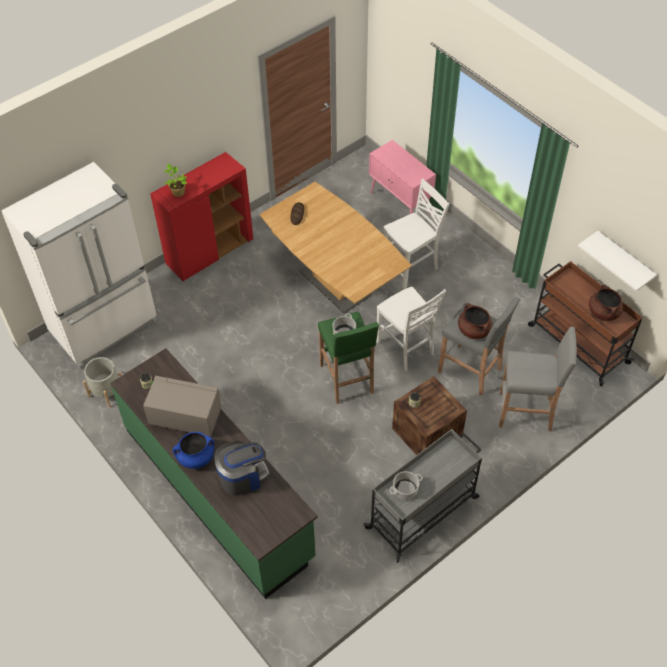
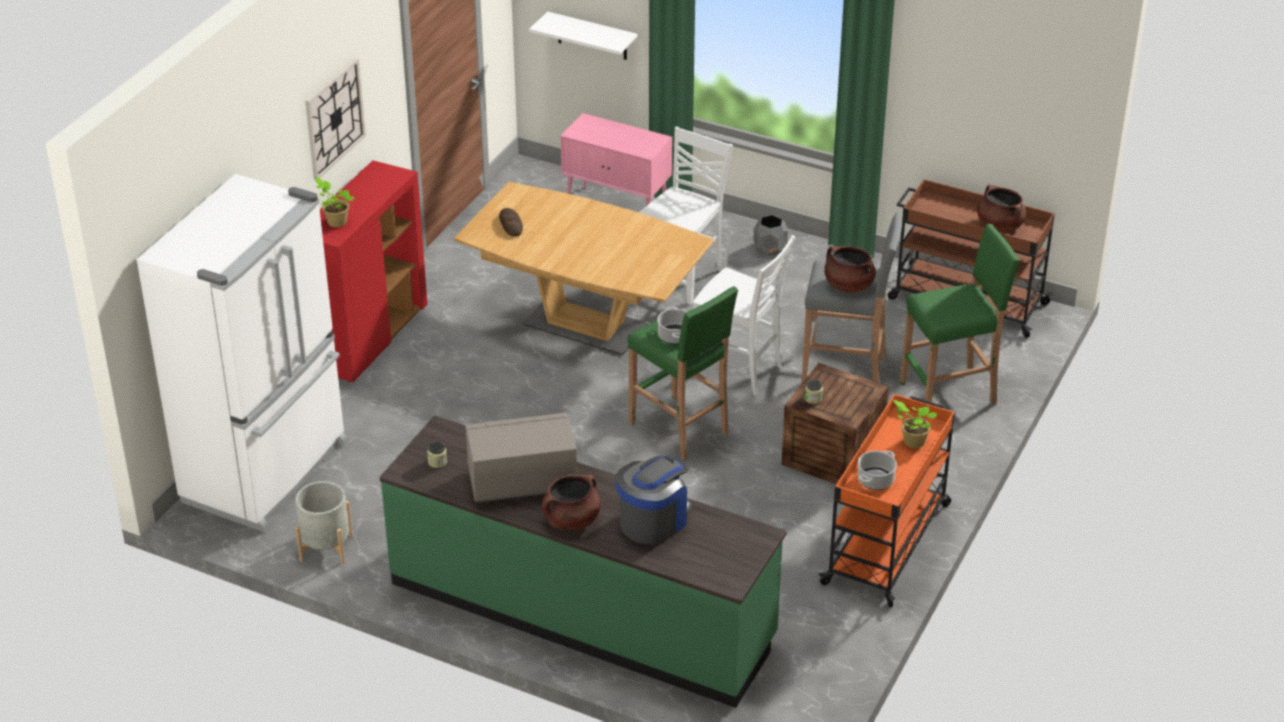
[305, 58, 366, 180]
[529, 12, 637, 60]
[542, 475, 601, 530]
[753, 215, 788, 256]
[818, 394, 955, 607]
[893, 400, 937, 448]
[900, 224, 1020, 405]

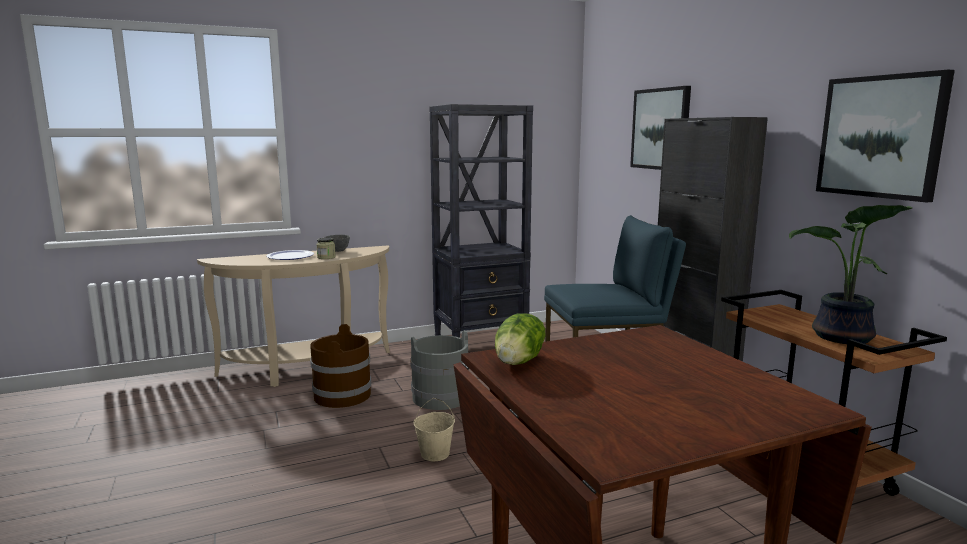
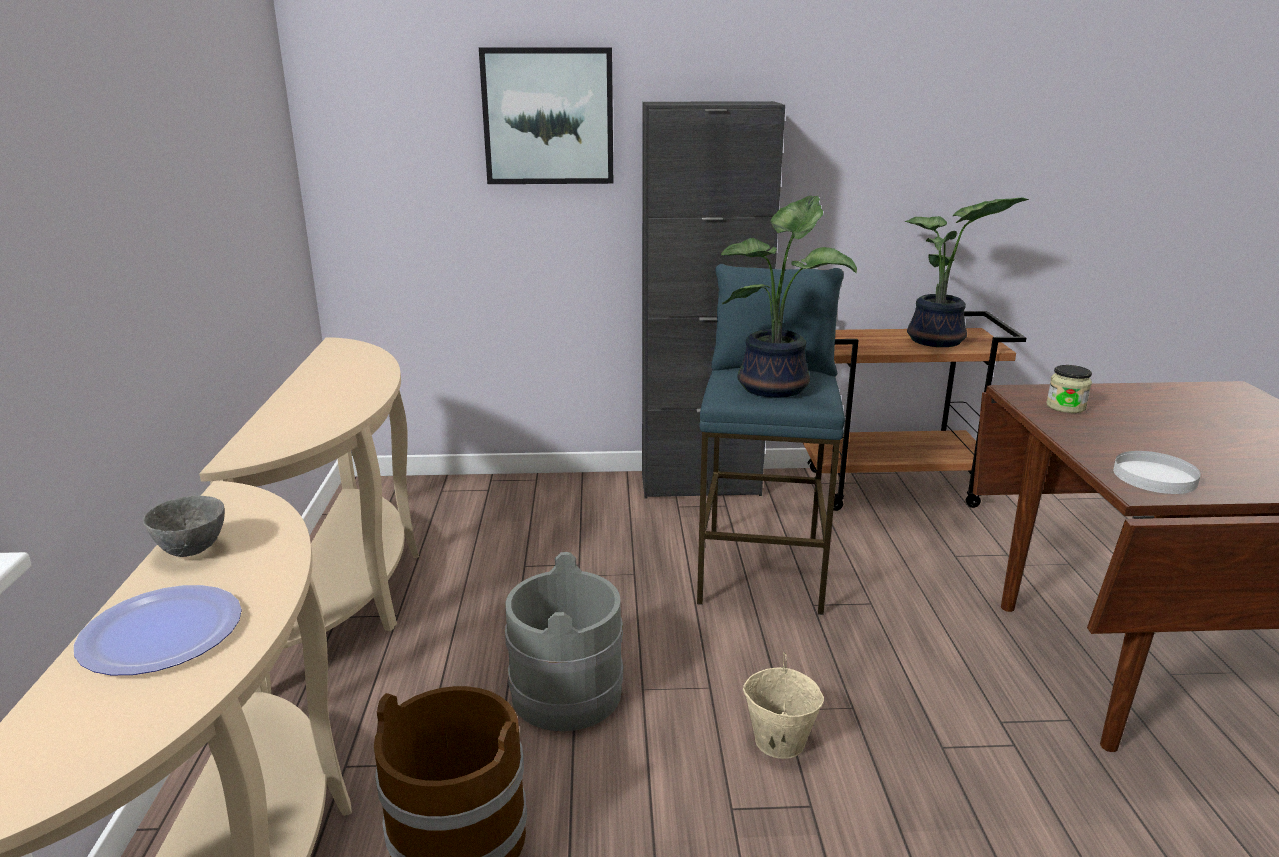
[199, 337, 419, 694]
[721, 195, 857, 398]
[1046, 365, 1092, 413]
[1113, 451, 1201, 494]
[816, 70, 955, 202] (first image)

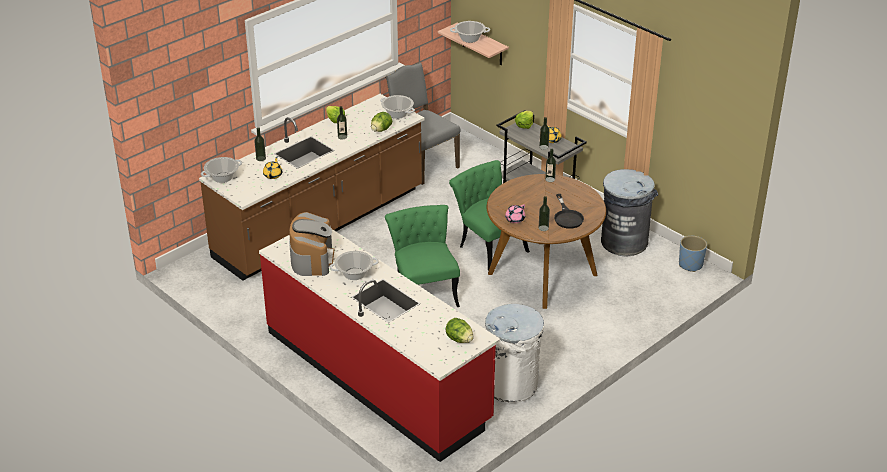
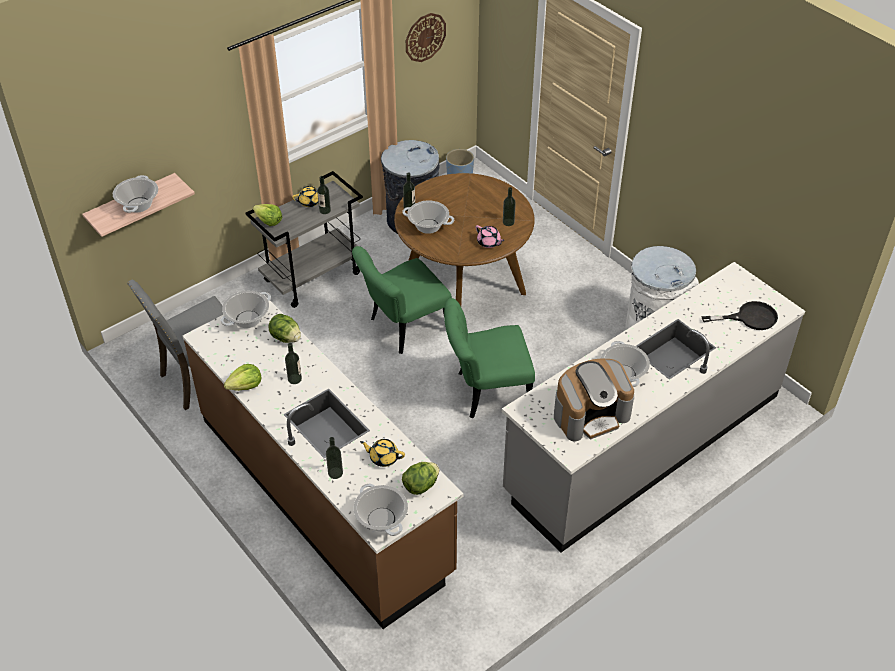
[402, 201, 454, 234]
[402, 462, 439, 495]
[406, 13, 446, 62]
[502, 262, 805, 552]
[554, 358, 634, 441]
[702, 301, 778, 330]

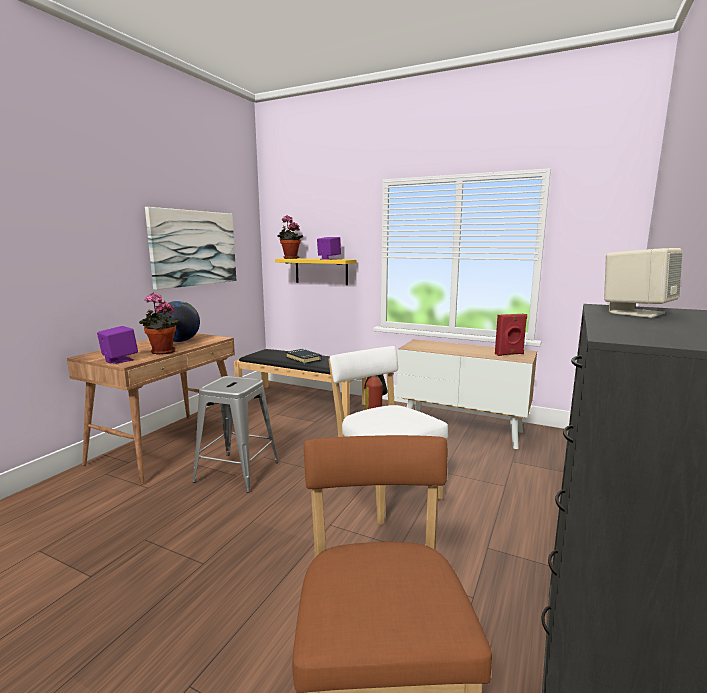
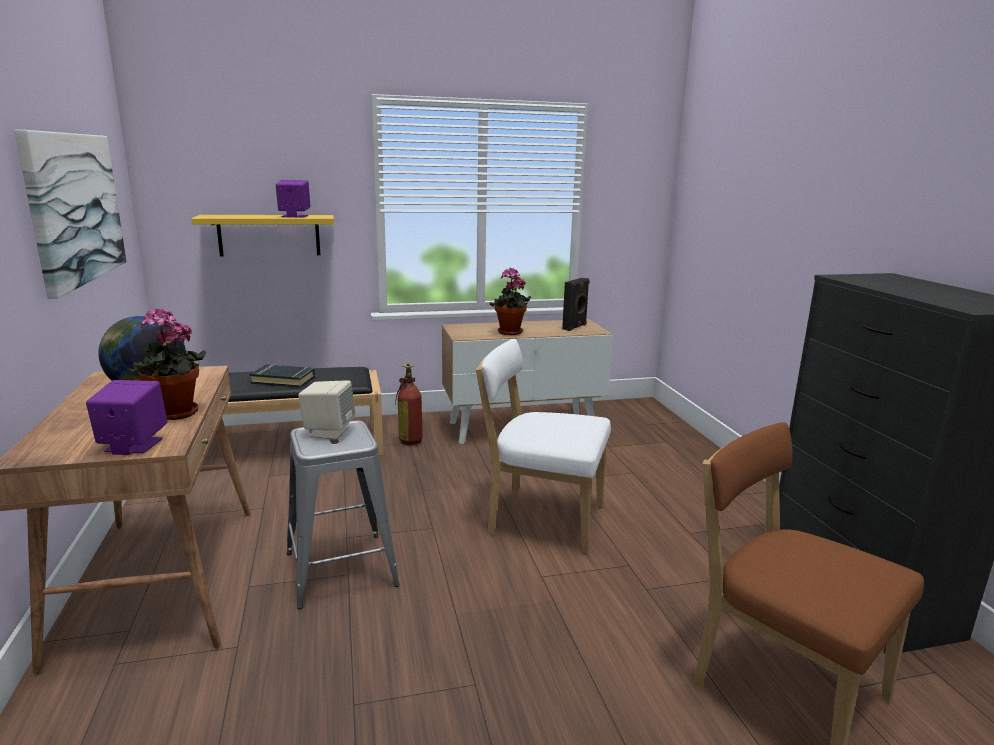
[298, 381, 356, 440]
[490, 267, 531, 335]
[562, 278, 589, 331]

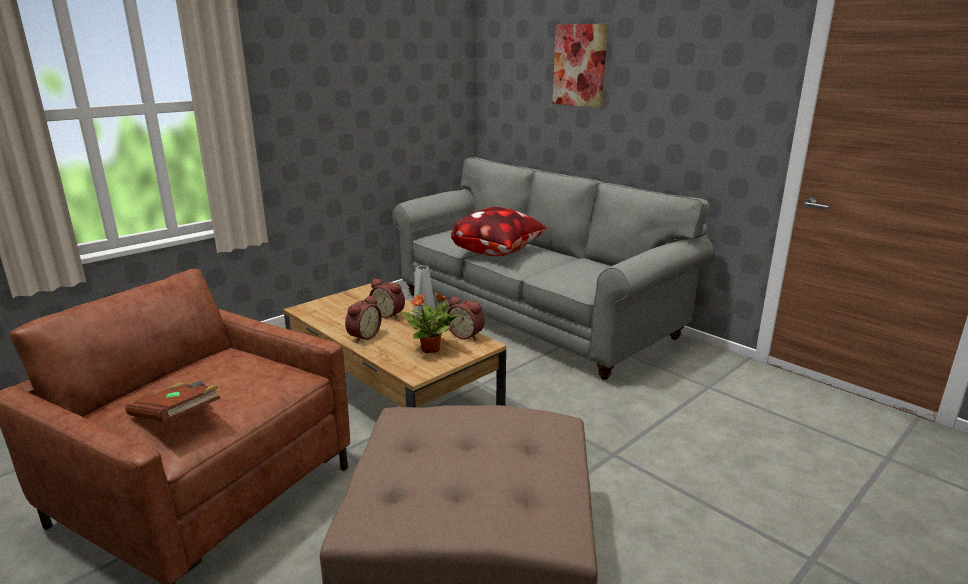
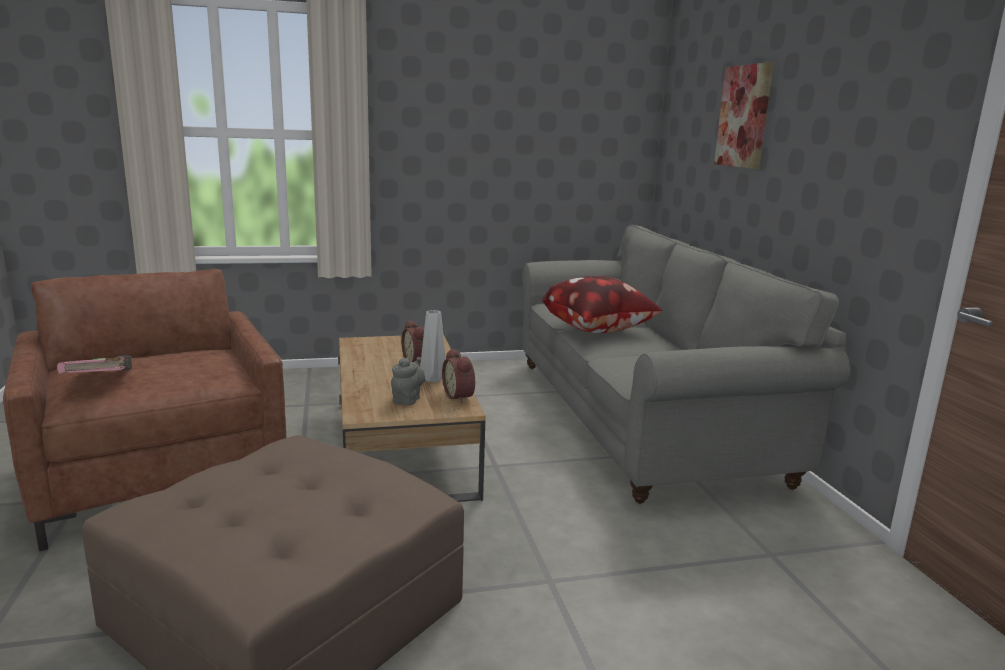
[57, 355, 132, 373]
[391, 357, 425, 406]
[345, 295, 382, 343] (first image)

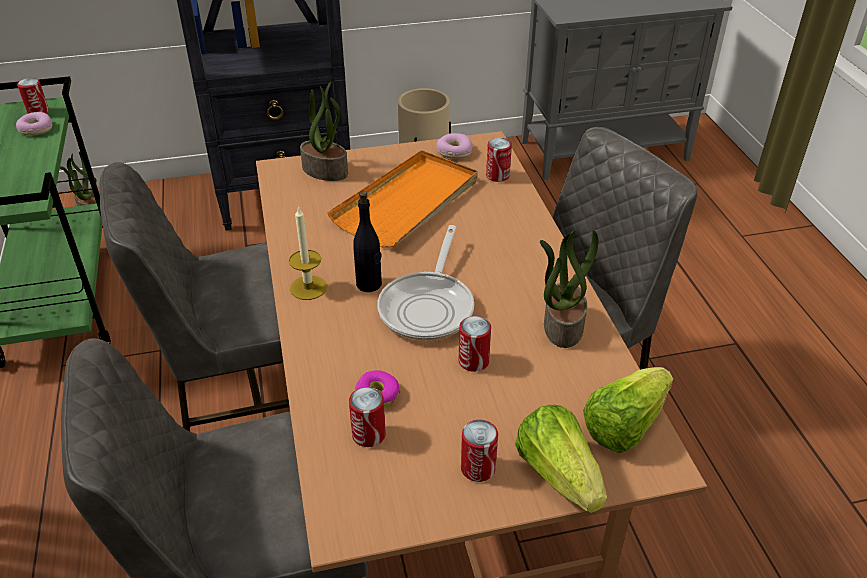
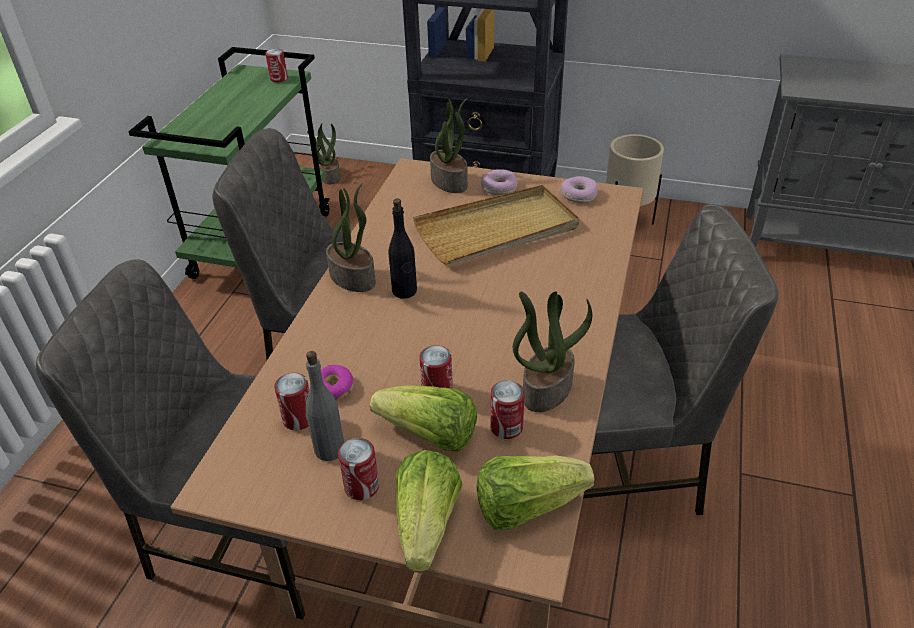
[306, 351, 344, 461]
[326, 183, 376, 292]
[370, 385, 477, 452]
[413, 185, 579, 265]
[481, 169, 518, 195]
[490, 380, 525, 439]
[378, 225, 474, 341] (first image)

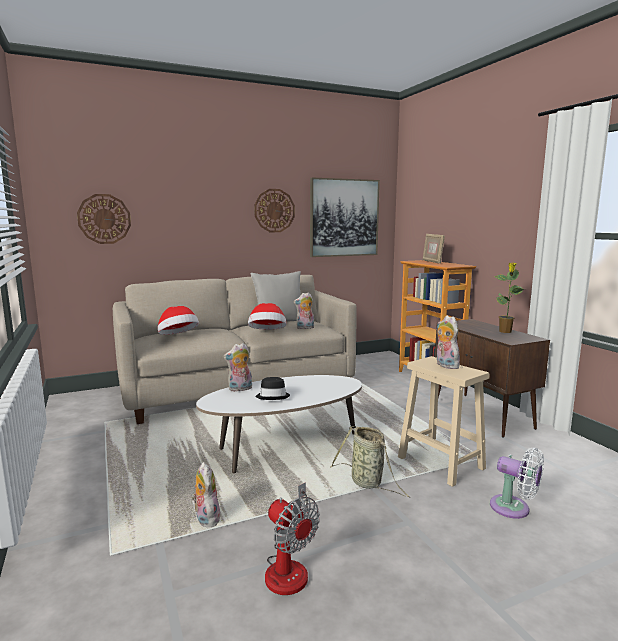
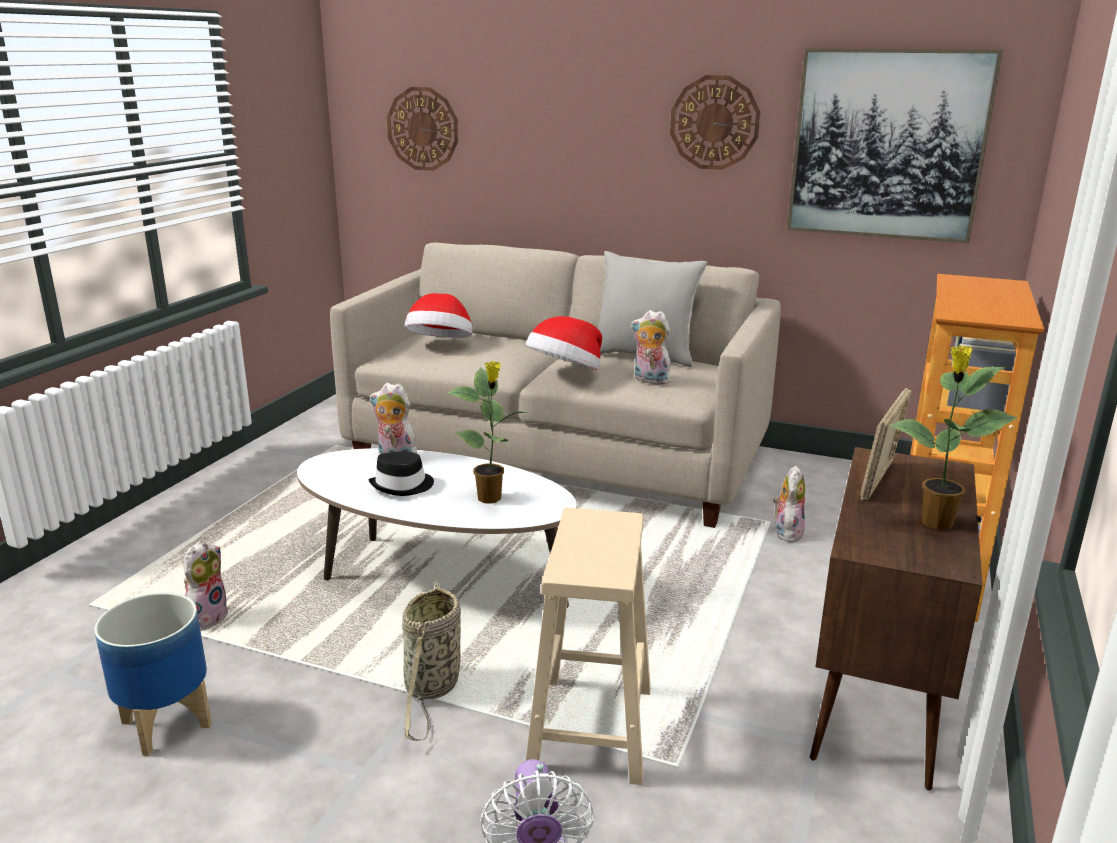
[94, 592, 212, 756]
[446, 361, 526, 504]
[773, 465, 805, 542]
[860, 388, 912, 501]

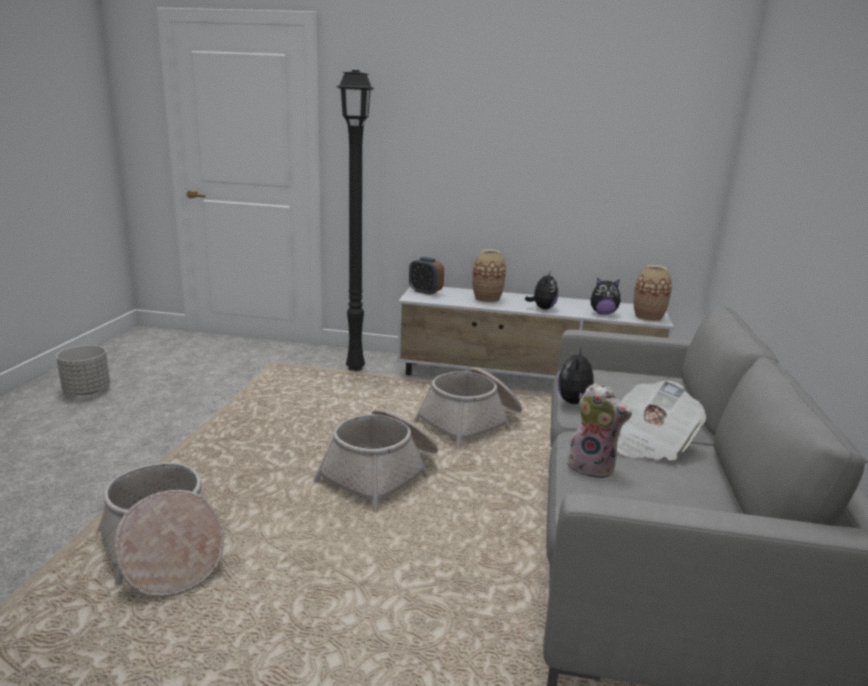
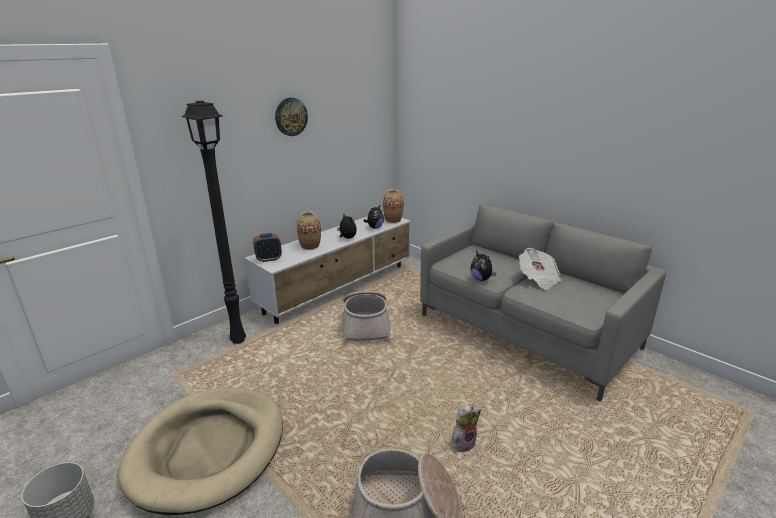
[117, 387, 283, 515]
[275, 98, 308, 136]
[452, 404, 481, 452]
[313, 409, 438, 512] (first image)

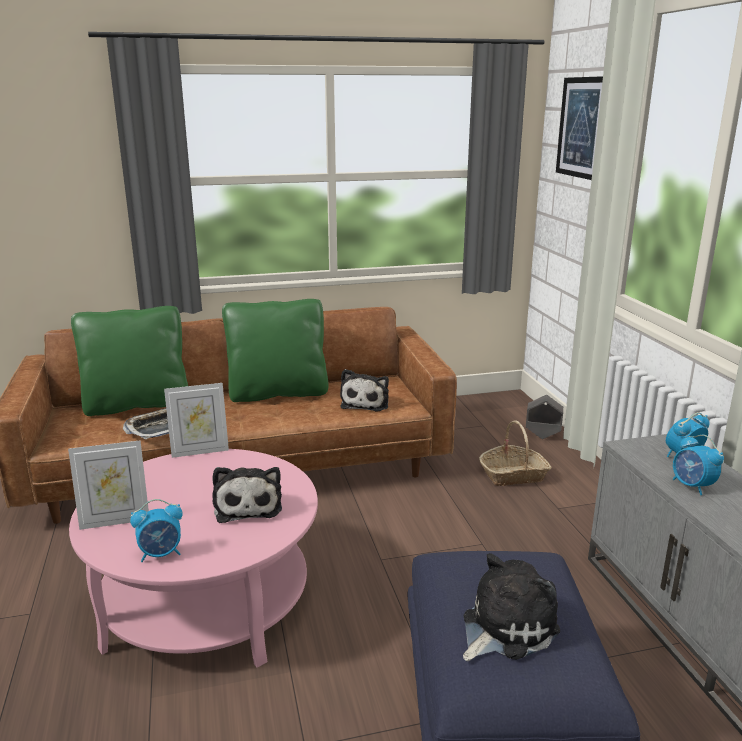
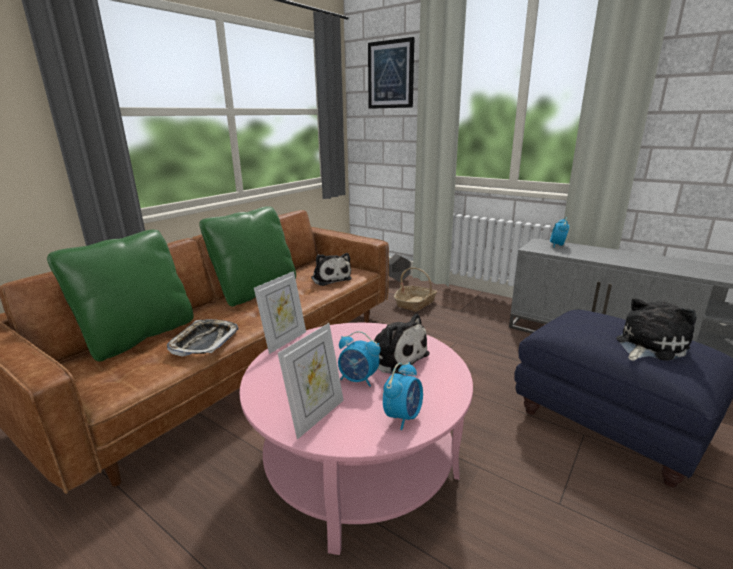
[338, 331, 381, 387]
[617, 298, 697, 361]

